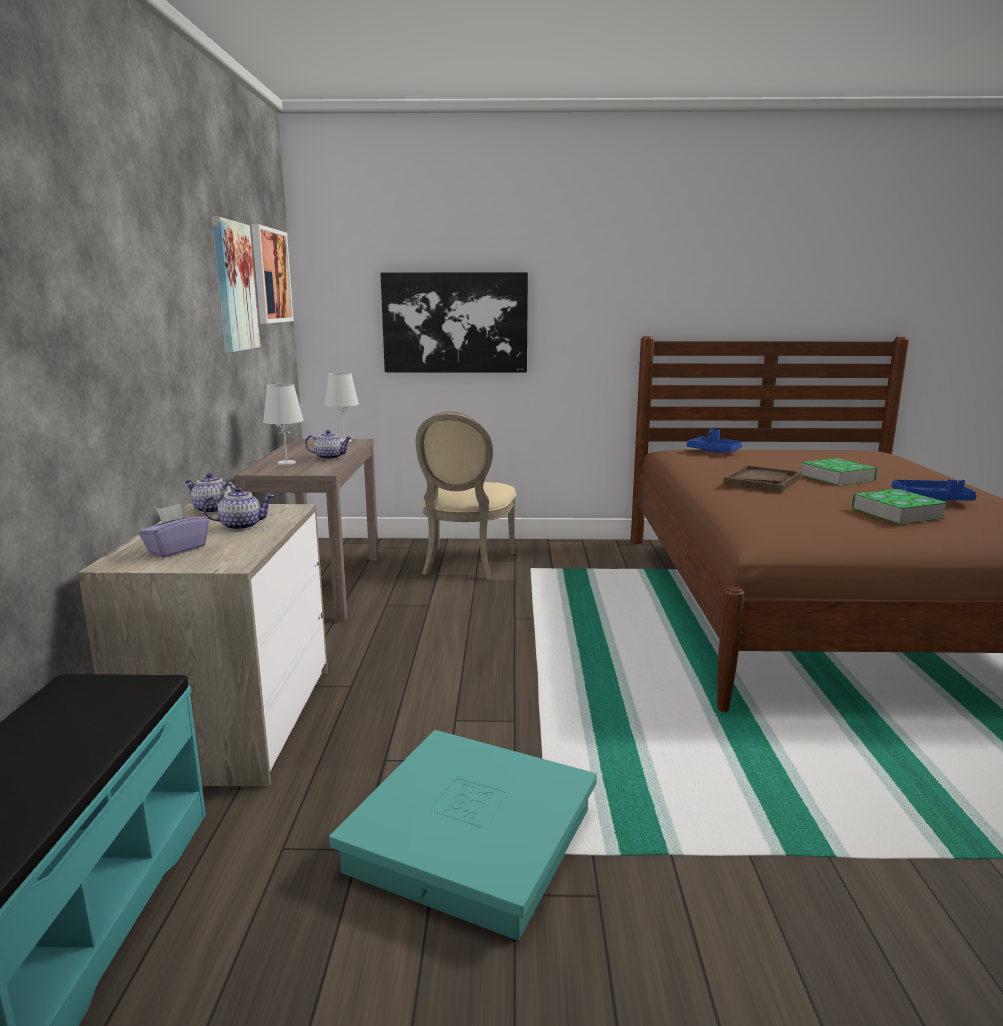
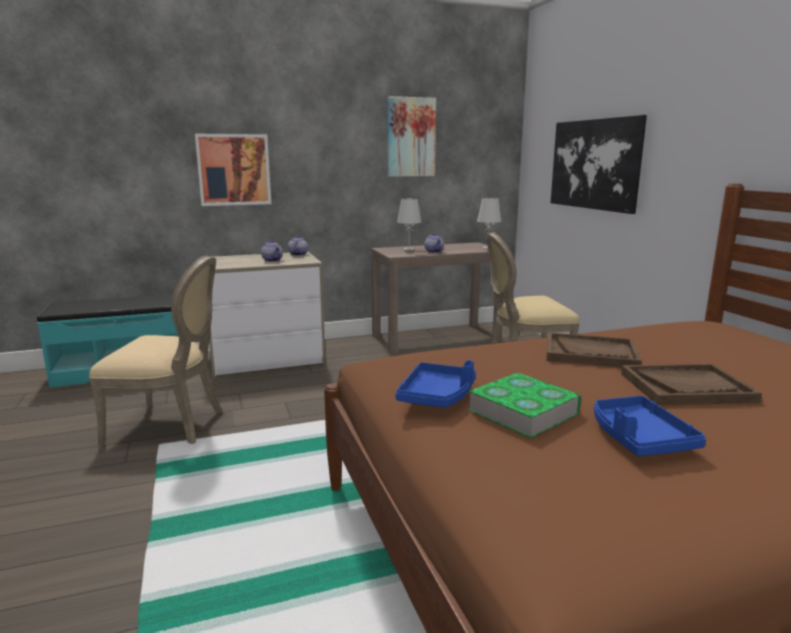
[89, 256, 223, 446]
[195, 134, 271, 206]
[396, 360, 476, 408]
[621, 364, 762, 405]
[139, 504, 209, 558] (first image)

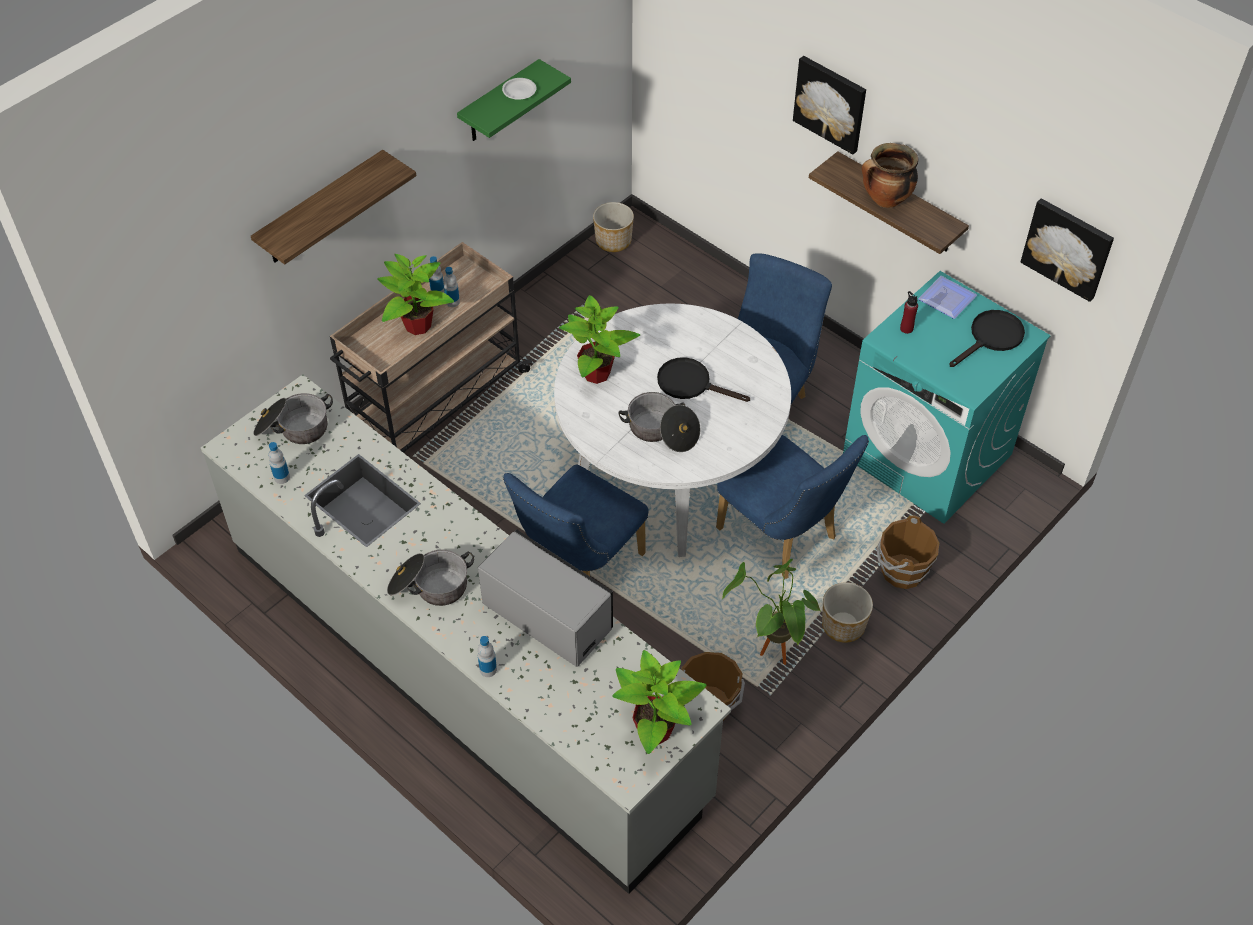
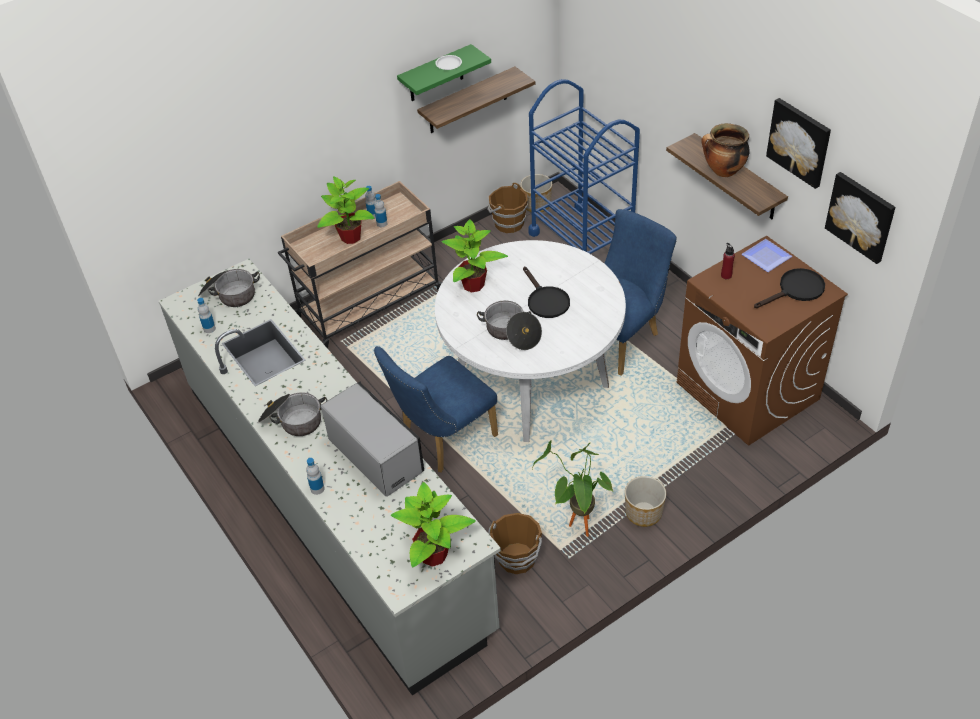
[417, 66, 535, 133]
[487, 182, 528, 233]
[523, 266, 570, 318]
[528, 79, 640, 254]
[677, 236, 848, 446]
[766, 98, 831, 189]
[716, 435, 869, 579] (first image)

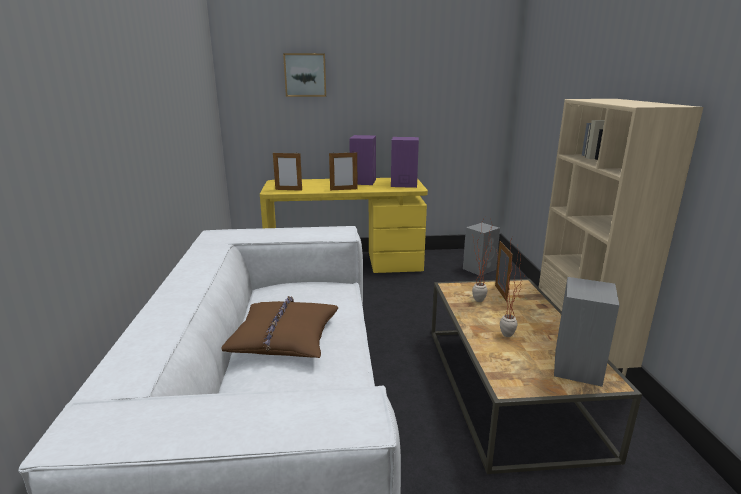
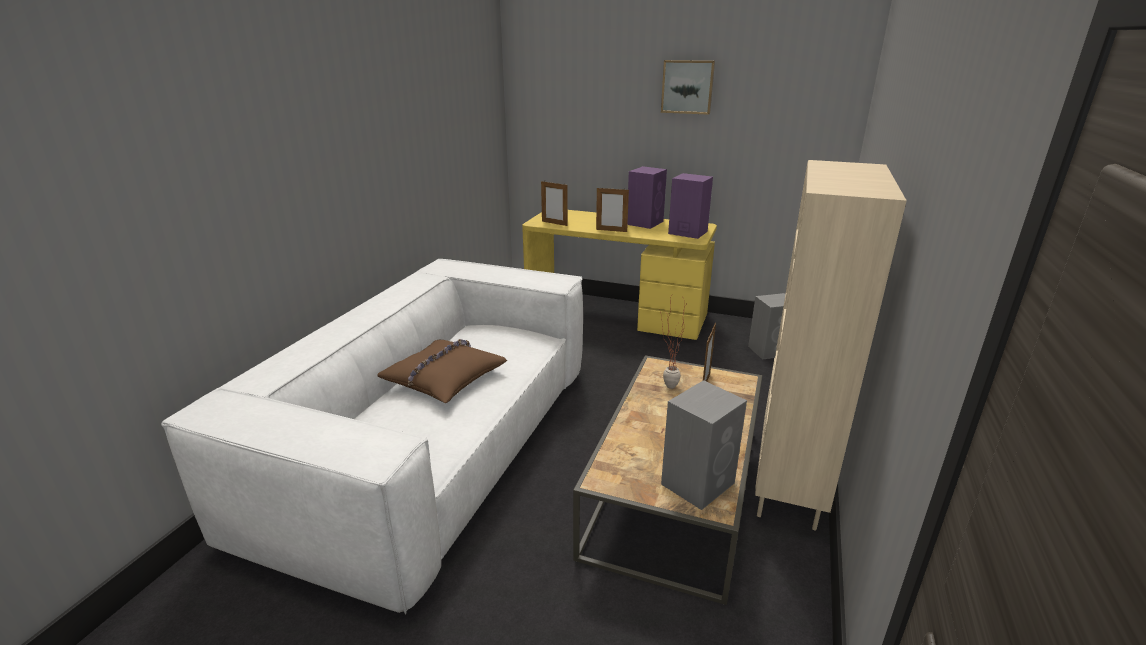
[661, 60, 715, 115]
[496, 241, 524, 337] (first image)

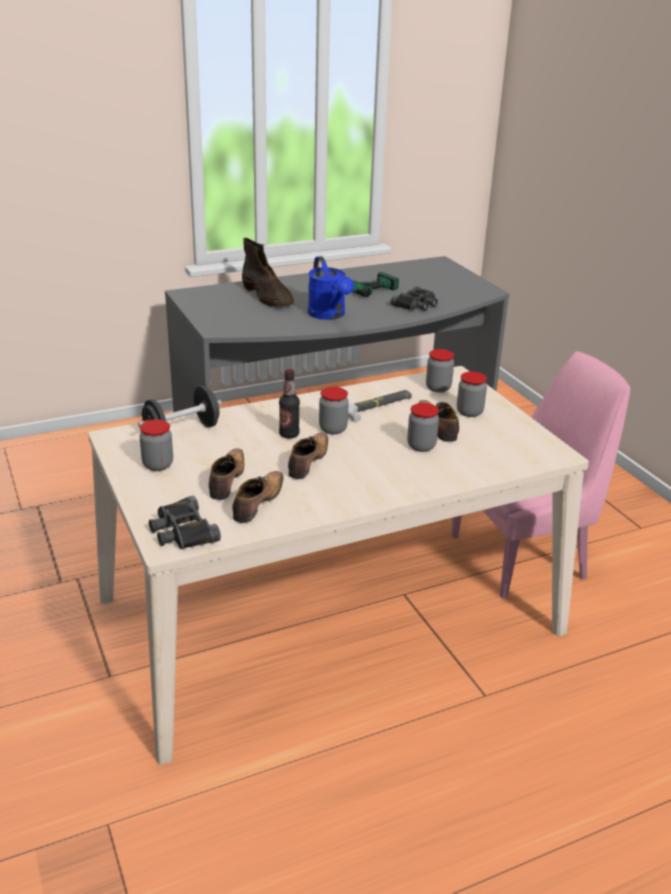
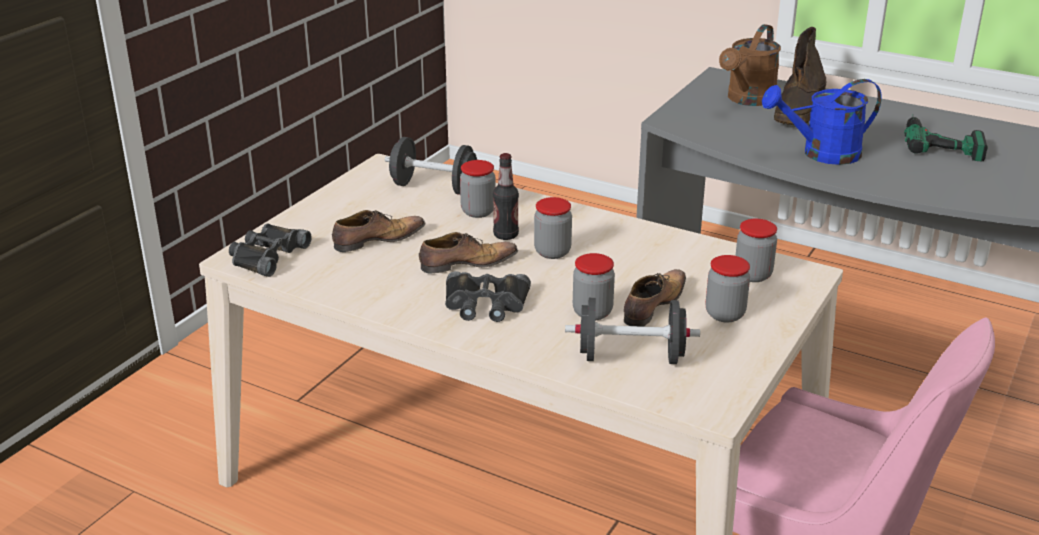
[445, 271, 531, 322]
[460, 160, 496, 218]
[565, 298, 700, 364]
[719, 24, 781, 106]
[762, 79, 882, 165]
[233, 471, 284, 523] (first image)
[348, 390, 412, 422] (first image)

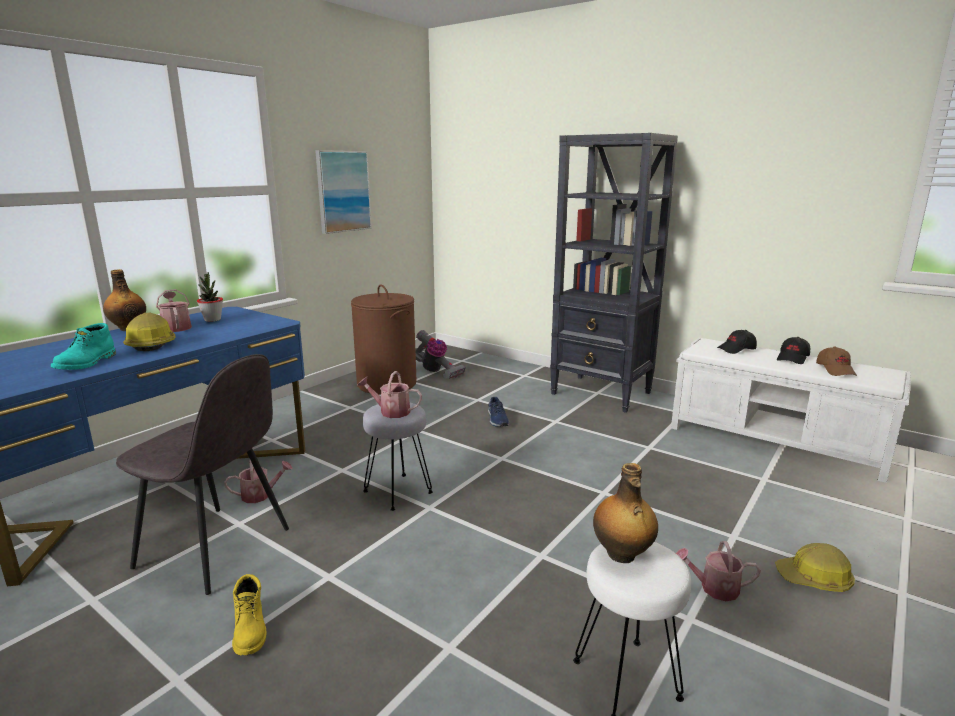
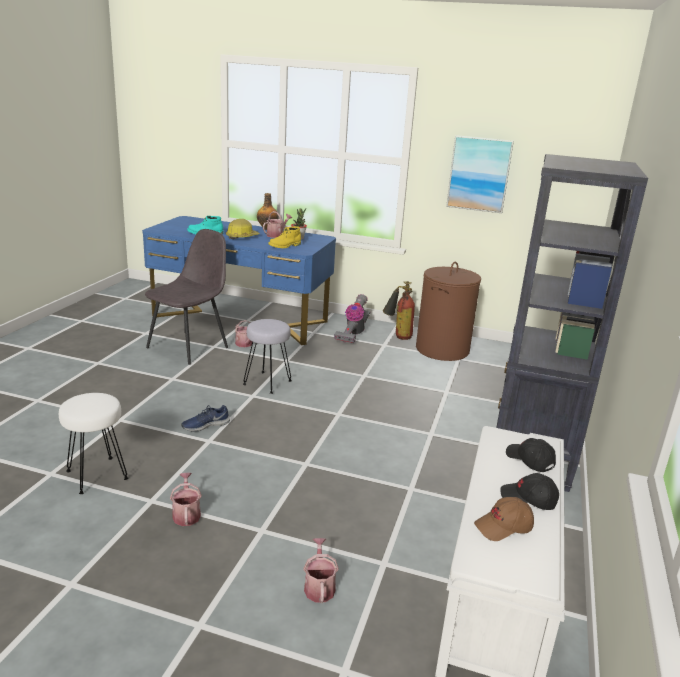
[145, 229, 228, 365]
[181, 405, 230, 432]
[268, 226, 301, 248]
[303, 538, 339, 603]
[334, 294, 370, 343]
[383, 281, 415, 340]
[593, 463, 658, 563] (first image)
[775, 543, 855, 592] (first image)

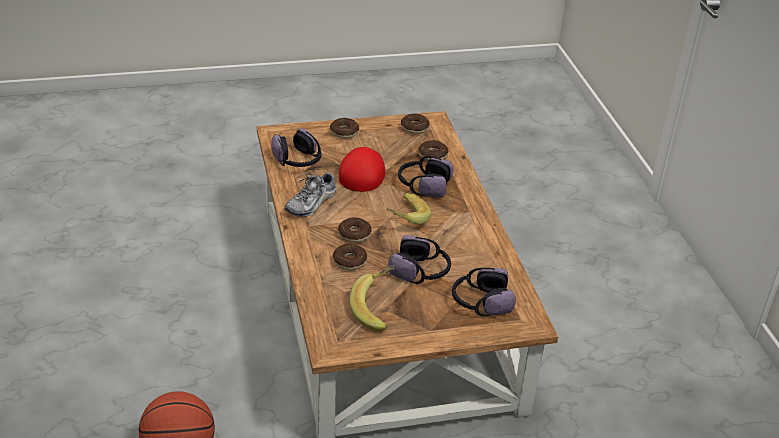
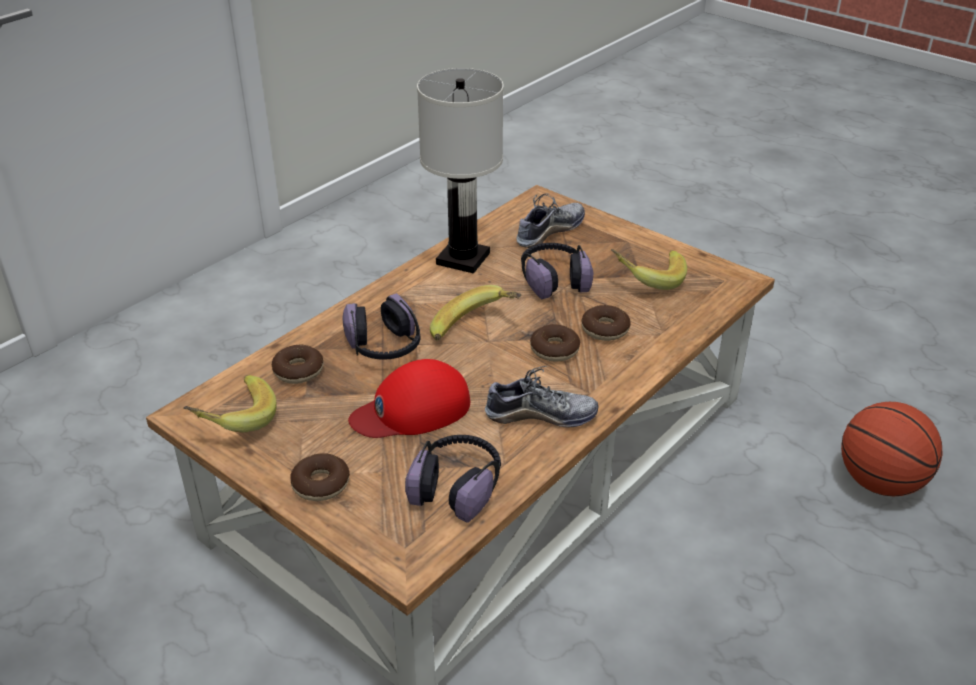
[183, 375, 277, 432]
[417, 68, 504, 274]
[516, 194, 585, 248]

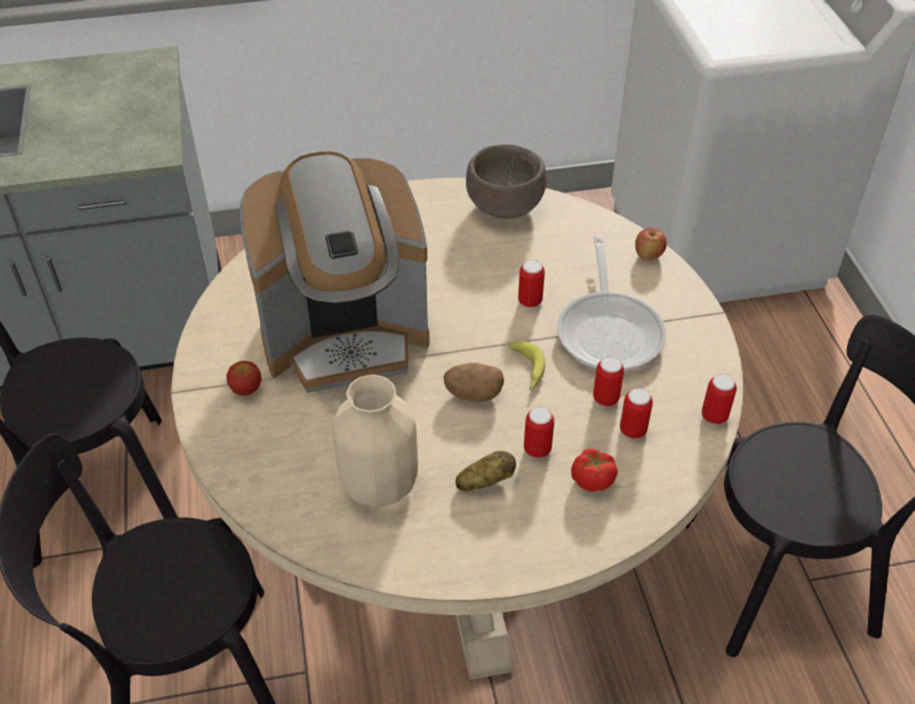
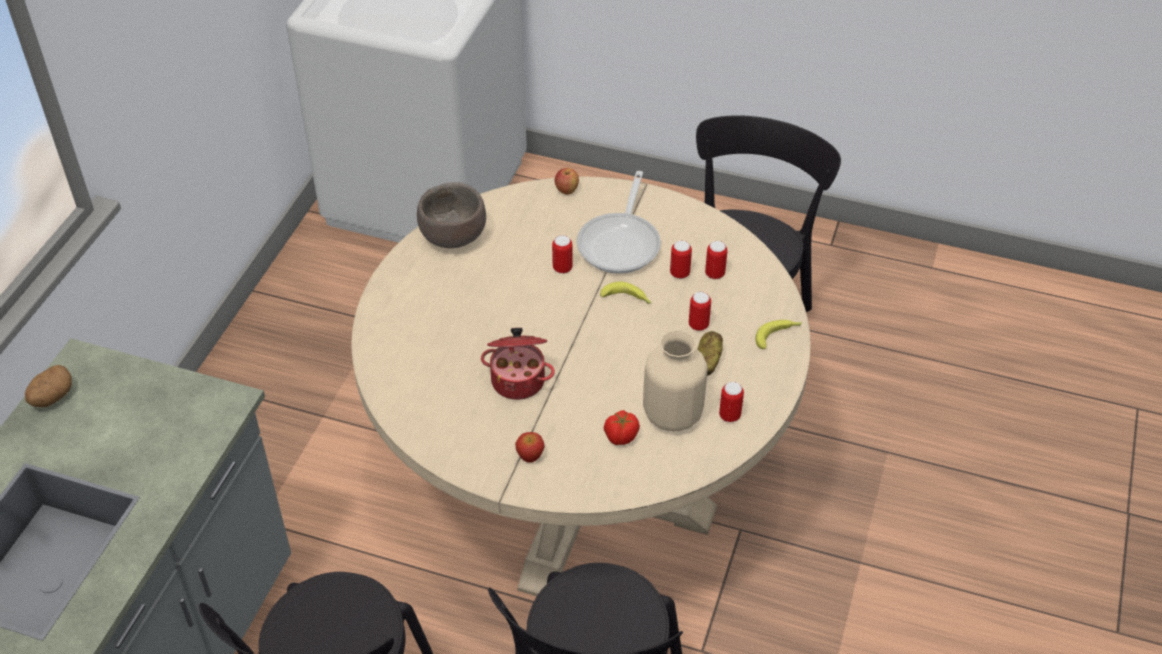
[25, 365, 72, 407]
[481, 328, 555, 400]
[577, 171, 661, 274]
[604, 410, 640, 445]
[719, 382, 744, 422]
[755, 320, 802, 349]

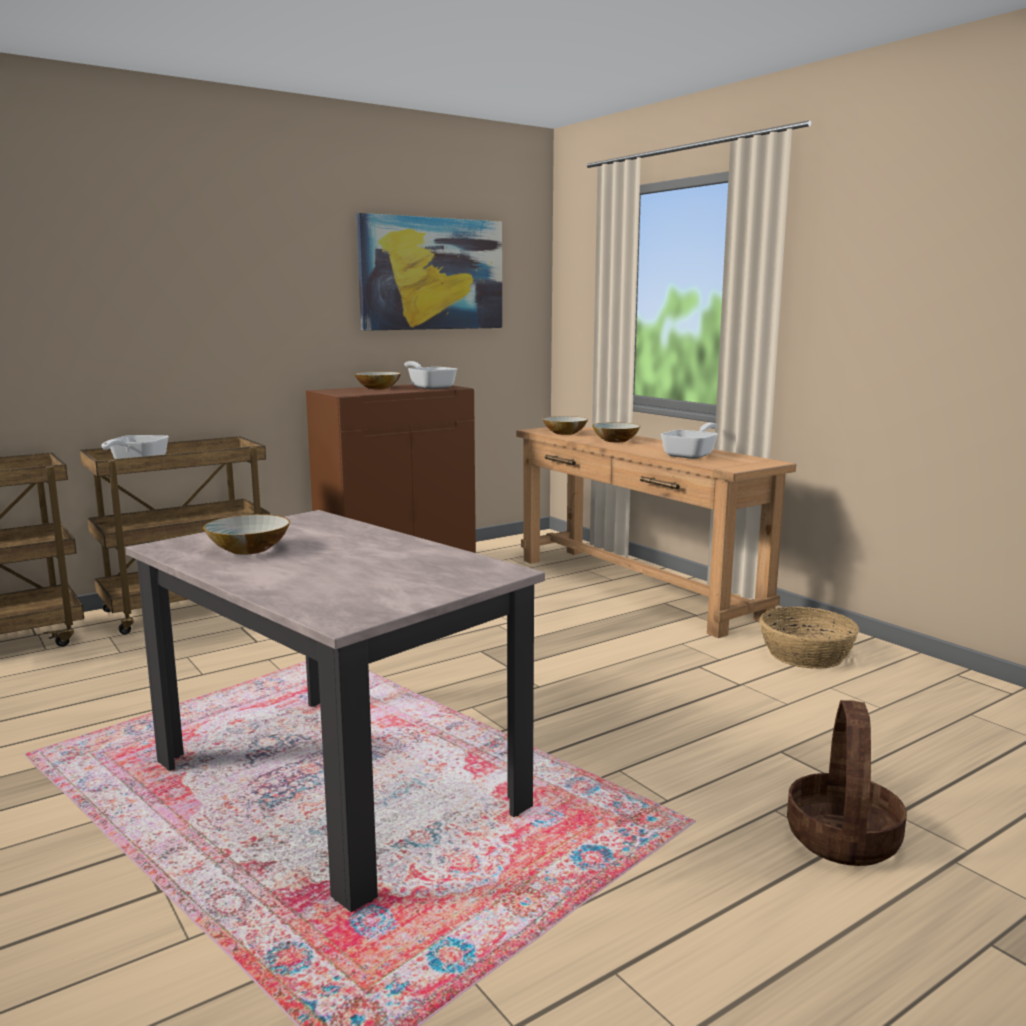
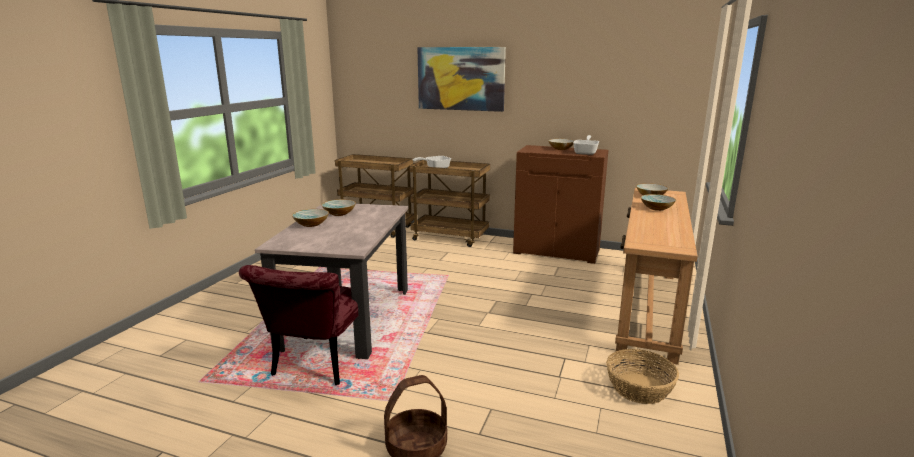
[239, 265, 358, 385]
[292, 209, 329, 227]
[417, 47, 506, 112]
[661, 423, 718, 459] (first image)

